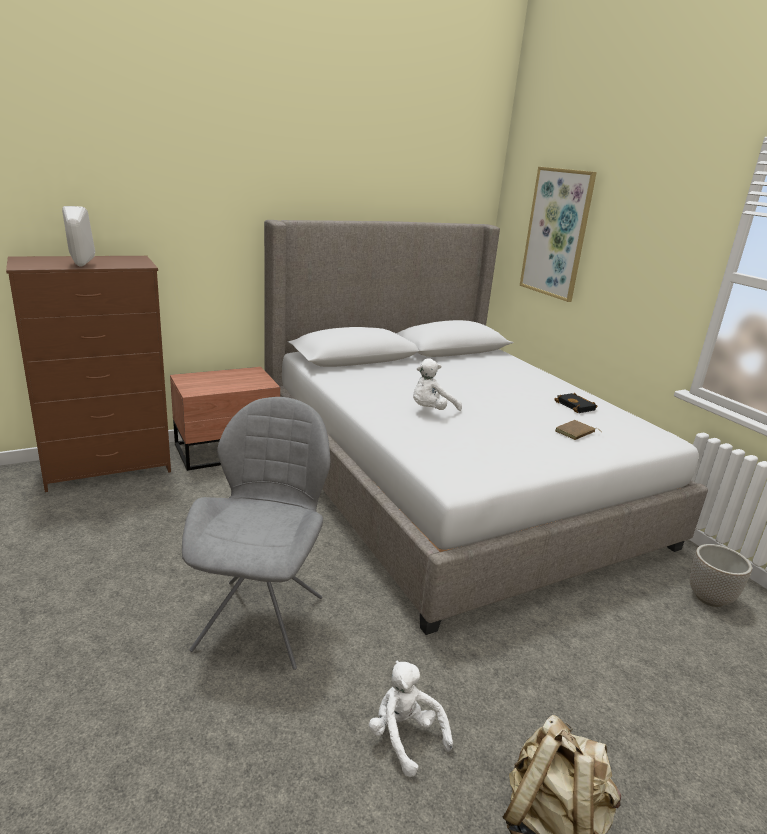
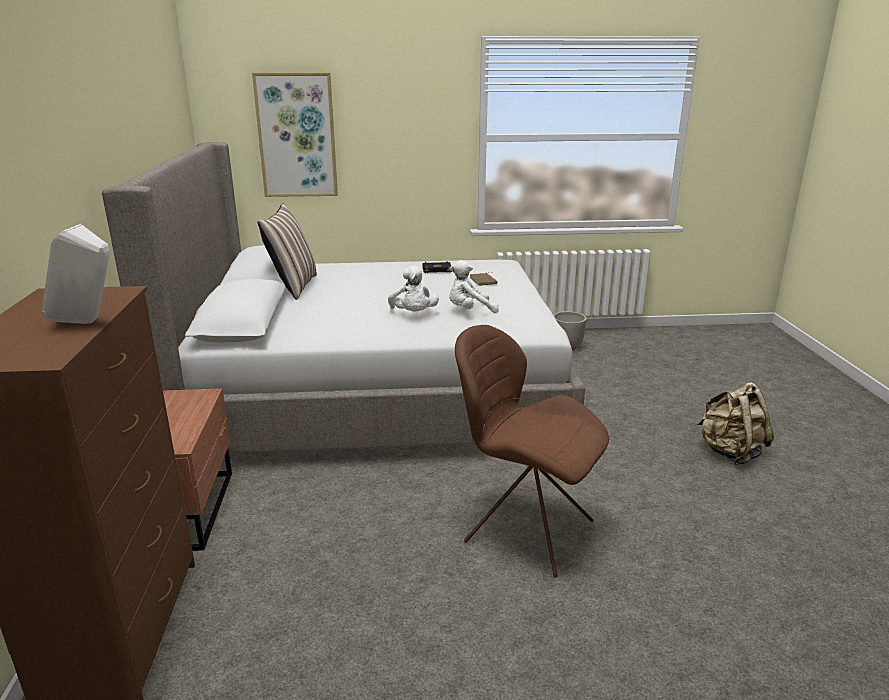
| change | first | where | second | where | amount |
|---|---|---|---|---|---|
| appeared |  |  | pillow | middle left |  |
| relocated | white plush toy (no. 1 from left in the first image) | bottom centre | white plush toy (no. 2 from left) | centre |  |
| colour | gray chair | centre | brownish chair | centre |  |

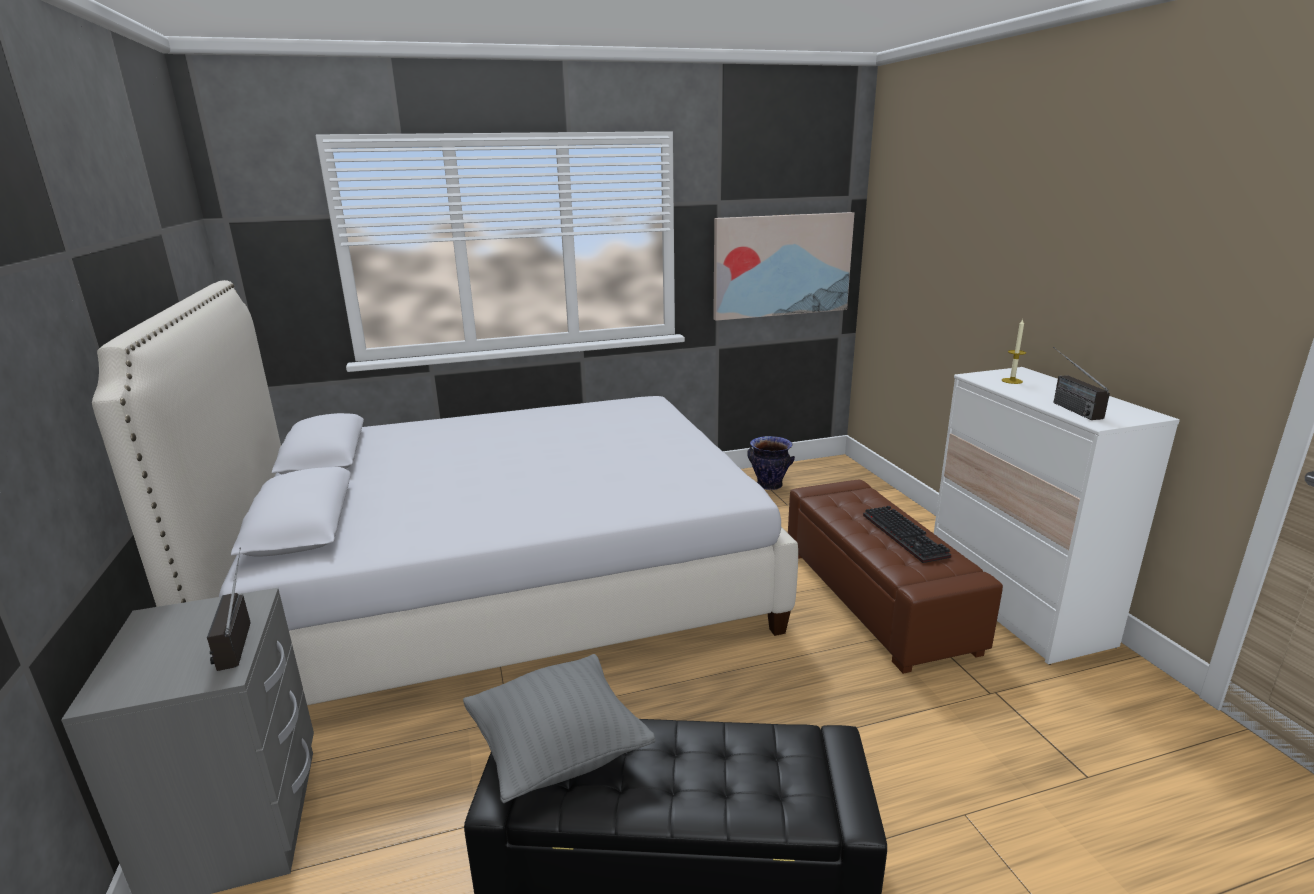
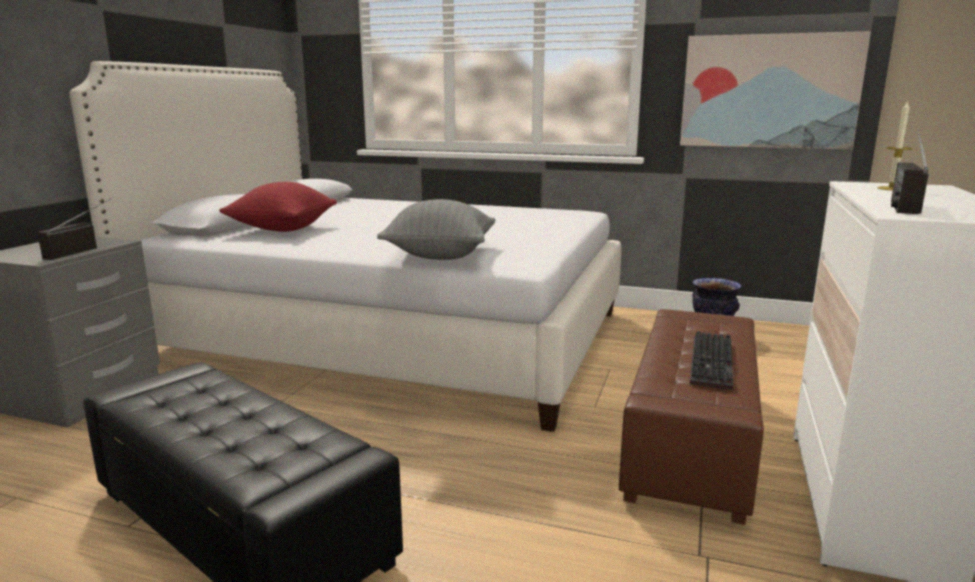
| change | first | where | second | where | amount |
|---|---|---|---|---|---|
| appeared |  |  | red-coloured pillow | middle left |  |
| relocated | gray pillow | bottom centre |  | centre |  |

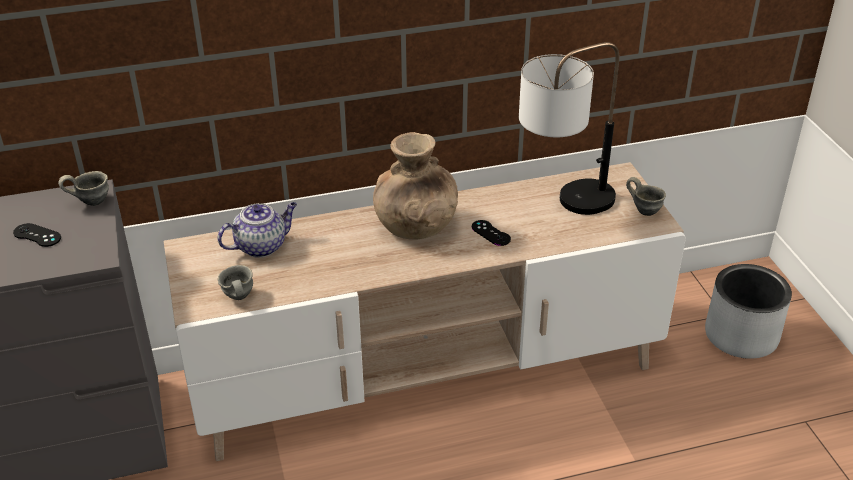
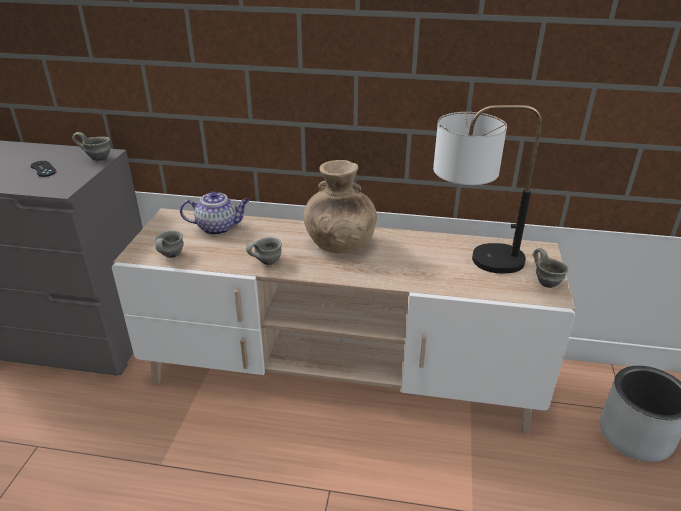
| change | first | where | second | where | amount |
|---|---|---|---|---|---|
| appeared |  |  | gray tea mug (no. 3 from left) | centre |  |
| missing | black joypad (no. 2 from left) | centre |  |  |  |

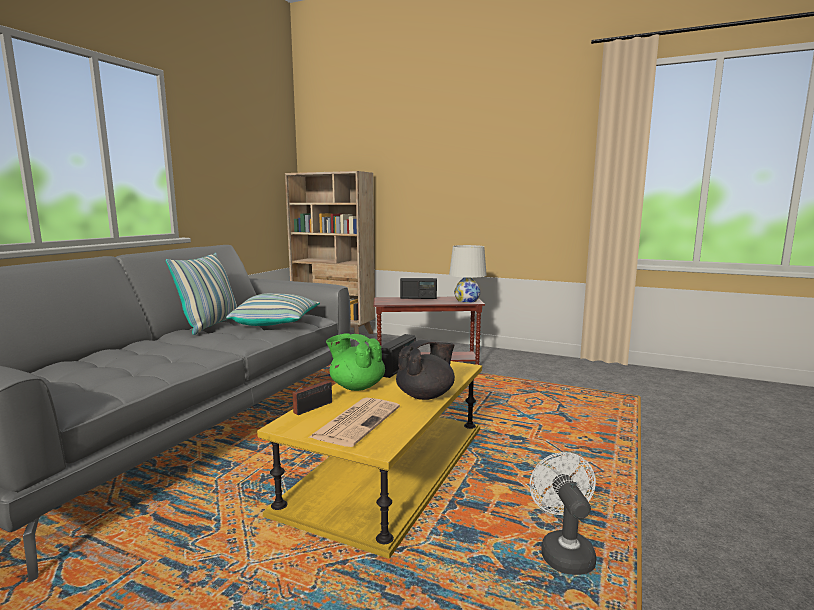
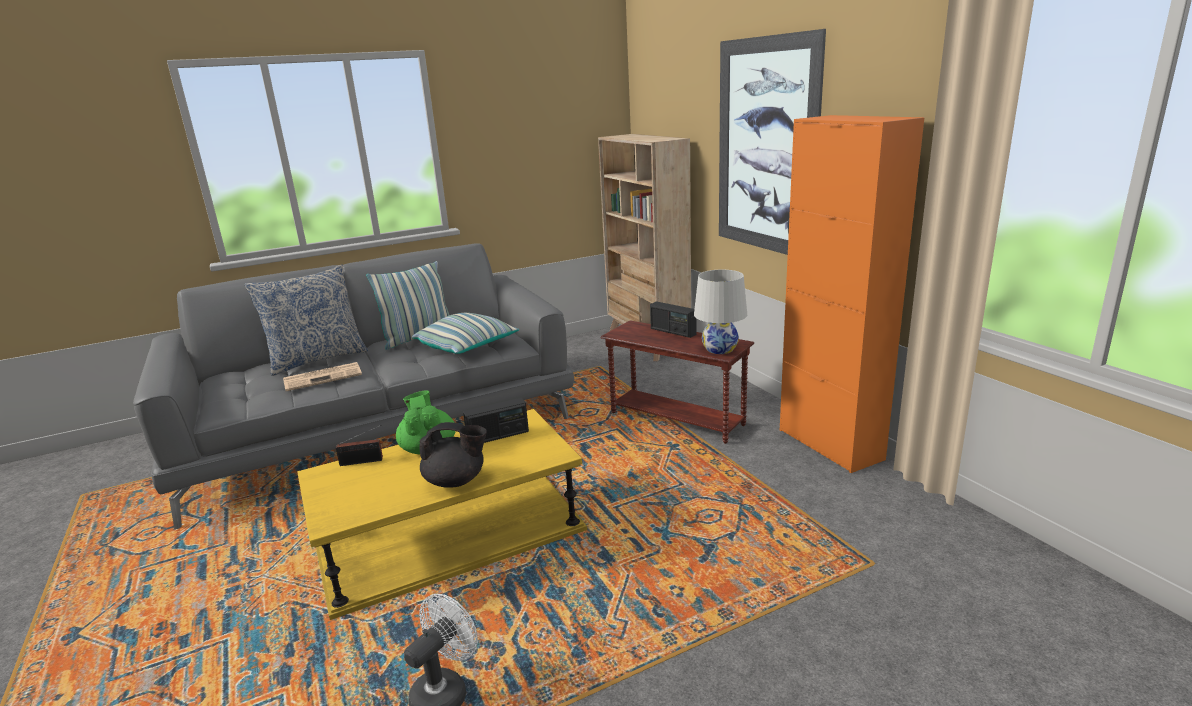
| change | first | where | second | where | amount |
|---|---|---|---|---|---|
| appeared |  |  | pillow (no. 1 from left) | middle left |  |
| relocated | daily paper | bottom centre |  | middle left |  |
| appeared |  |  | wall picture | top centre |  |
| appeared |  |  | orange cupboard | middle right |  |

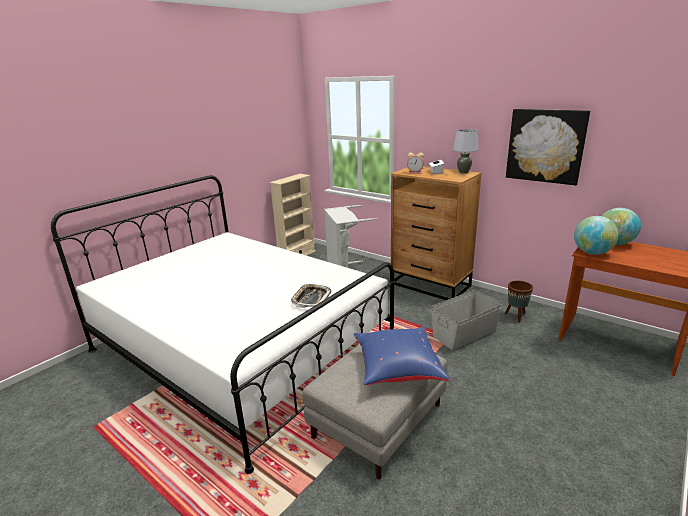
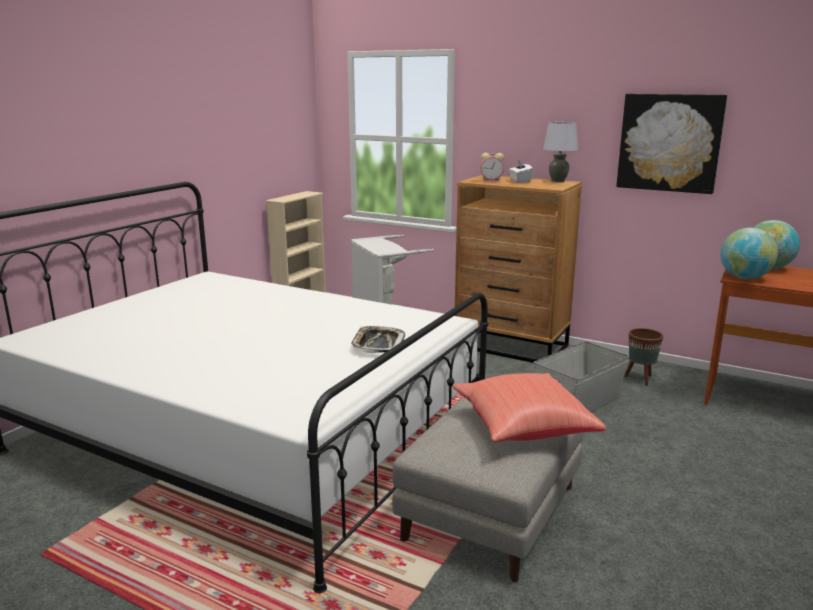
| change | first | where | second | where | amount |
|---|---|---|---|---|---|
| colour | blue-coloured pillow | bottom centre | red-coloured pillow | bottom centre |  |

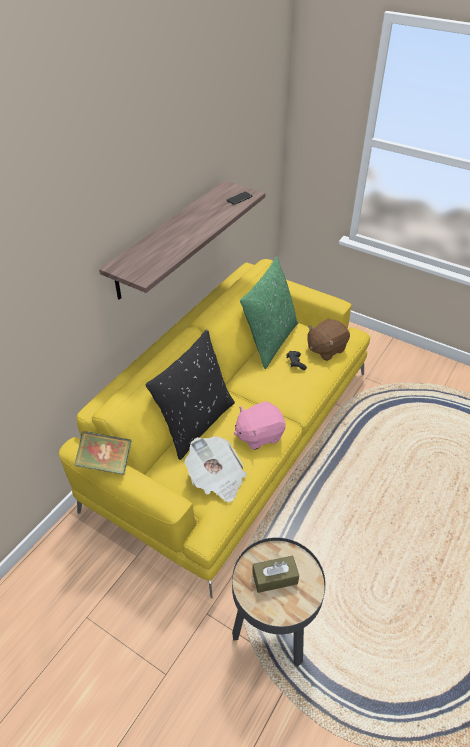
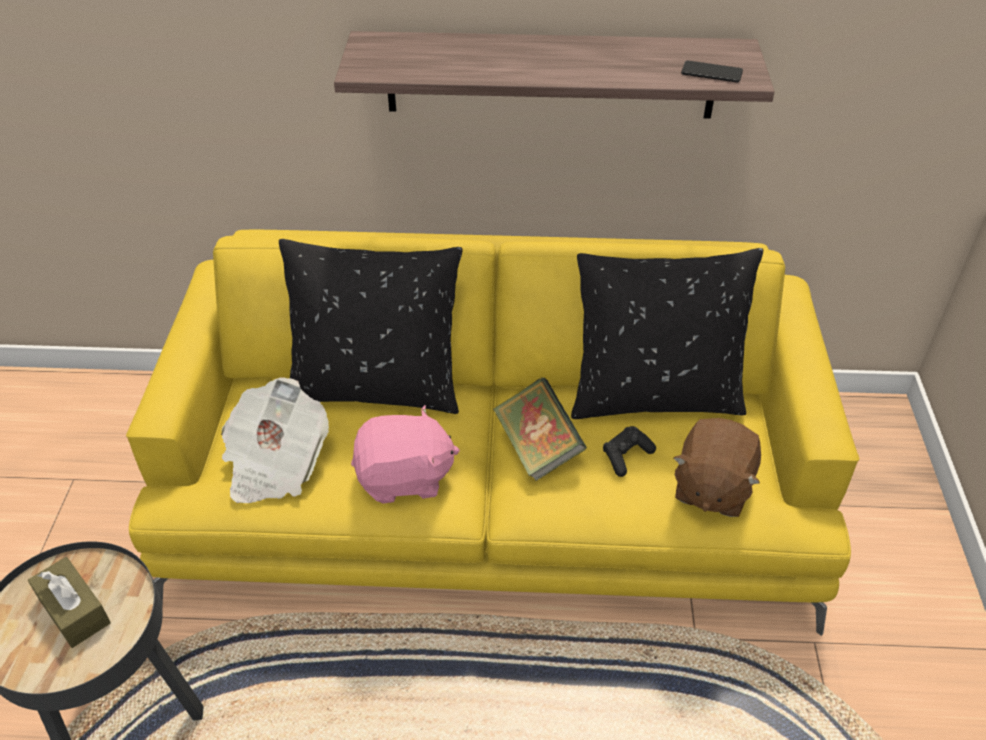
| change | first | where | second | where | amount |
|---|---|---|---|---|---|
| spun | pink-coloured plush toy | centre |  | centre | 135 degrees clockwise |
| relocated | bound book | middle left |  | centre |  |
| colour | green-coloured pillow | centre | black pillow (no. 2 from left) | middle right |  |
| spun | brownish plush toy | middle right |  | middle right | 90 degrees counterclockwise |

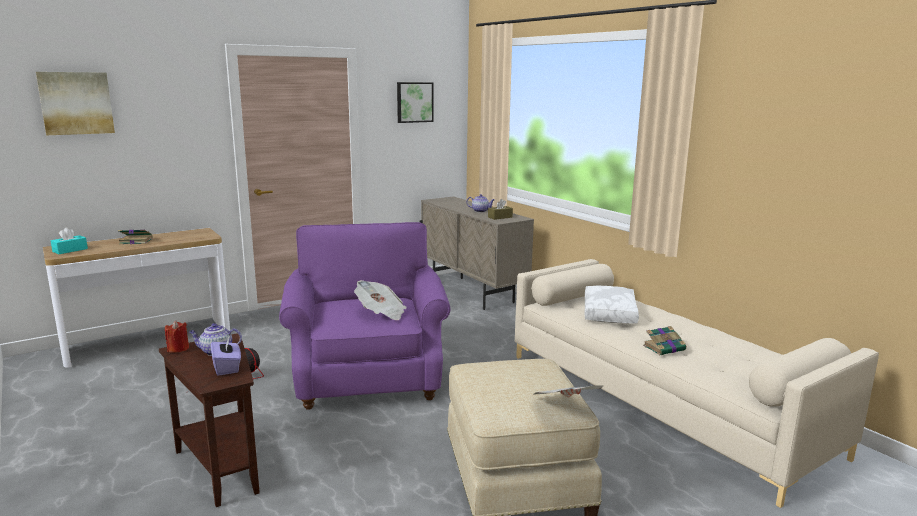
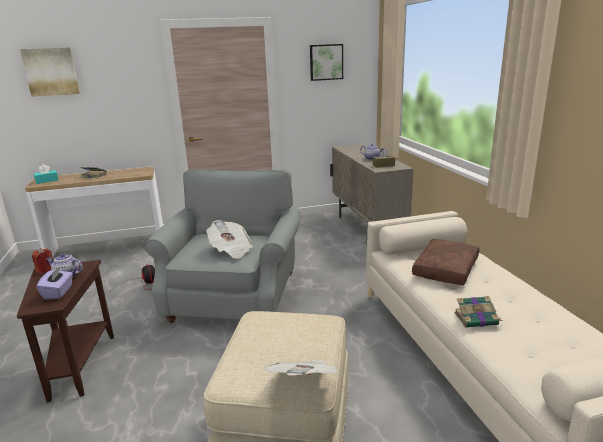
| change | first | where | second | where | amount |
|---|---|---|---|---|---|
| colour | purple-coloured easy chair | centre | gray easy chair | centre |  |
| colour | white pillow | centre | brownish pillow | middle right |  |

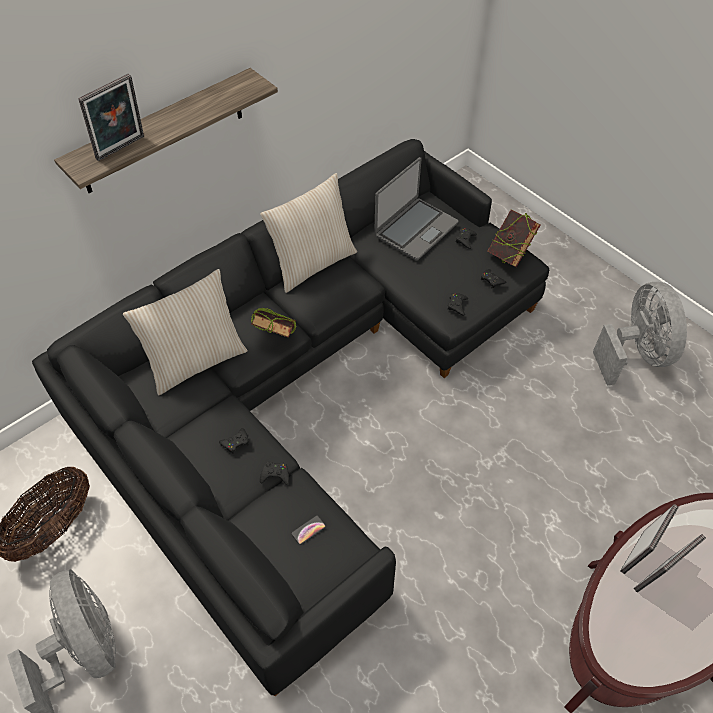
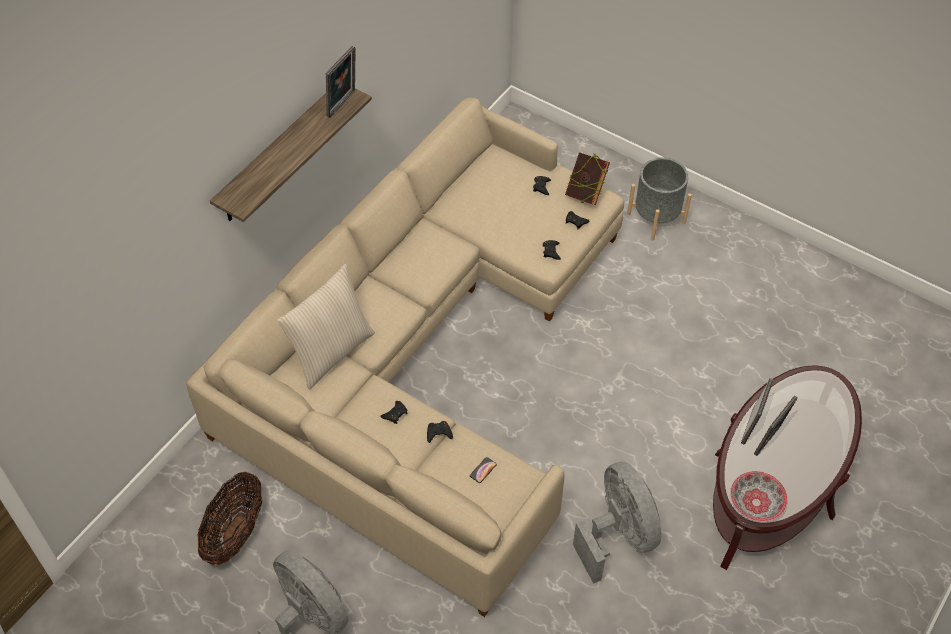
| change | first | where | second | where | amount |
|---|---|---|---|---|---|
| colour | black sofa | centre | sand-coloured sofa | centre |  |
| relocated | standing frame (no. 1 from left) | top left |  | top centre |  |
| relocated | gray cooling fan (no. 2 from left) | middle right |  | bottom centre |  |
| appeared |  |  | gray plant pot | top right |  |
| appeared |  |  | deep dish | bottom right |  |
| missing | bound book (no. 1 from left) | centre |  |  |  |
| missing | sand-coloured pillow (no. 2 from left) | top centre |  |  |  |
| missing | notebook computer | top centre |  |  |  |

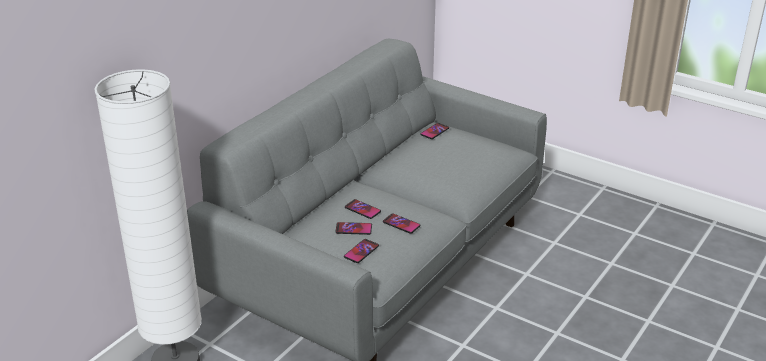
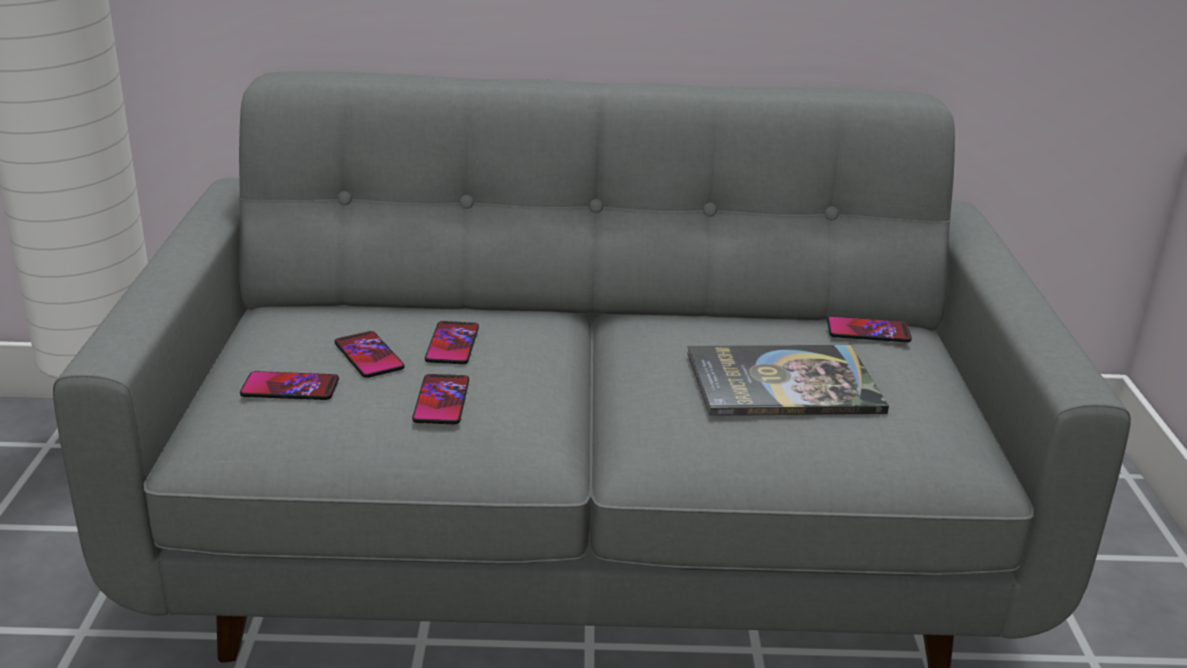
| change | first | where | second | where | amount |
|---|---|---|---|---|---|
| appeared |  |  | bound book | centre |  |

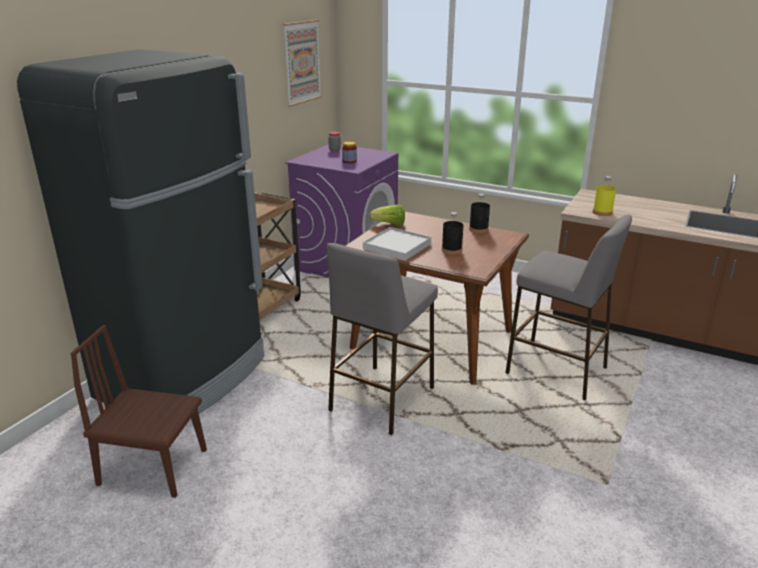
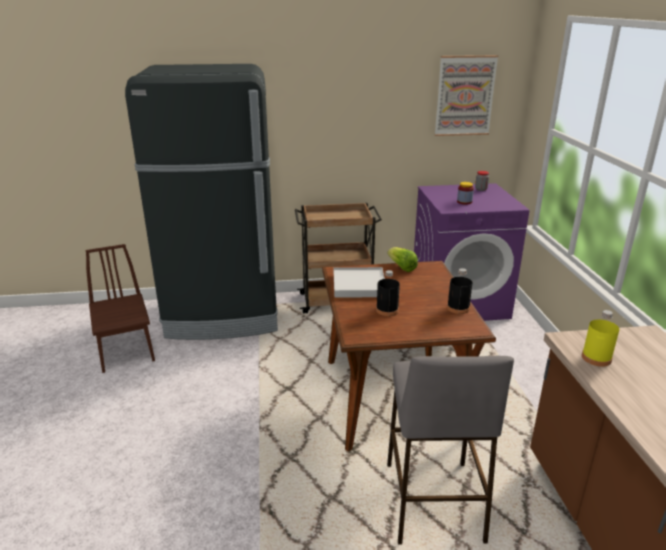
| change | first | where | second | where | amount |
|---|---|---|---|---|---|
| missing | gray sitting stool (no. 1 from left) | centre |  |  |  |

